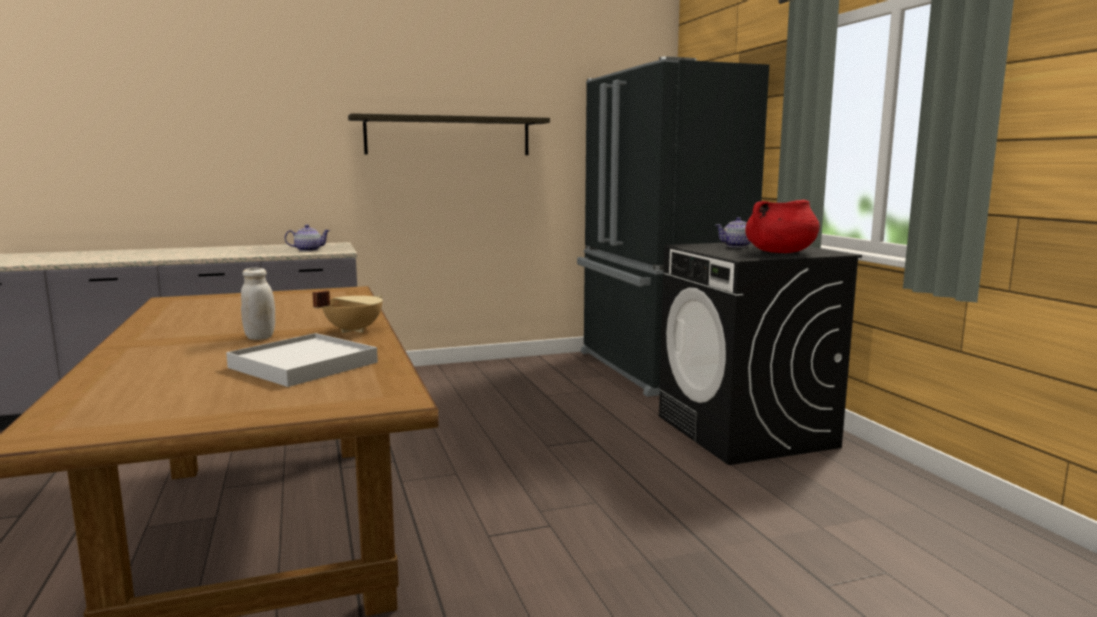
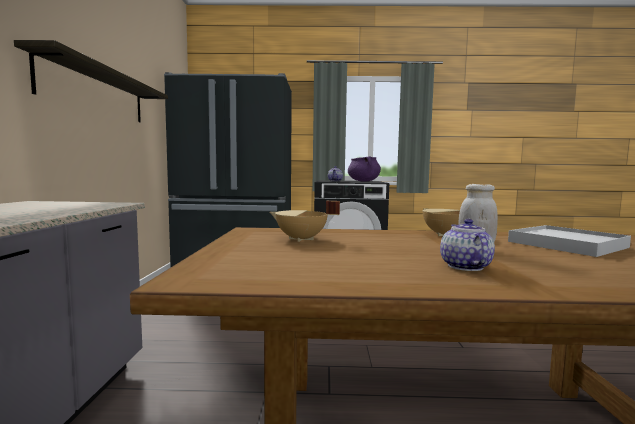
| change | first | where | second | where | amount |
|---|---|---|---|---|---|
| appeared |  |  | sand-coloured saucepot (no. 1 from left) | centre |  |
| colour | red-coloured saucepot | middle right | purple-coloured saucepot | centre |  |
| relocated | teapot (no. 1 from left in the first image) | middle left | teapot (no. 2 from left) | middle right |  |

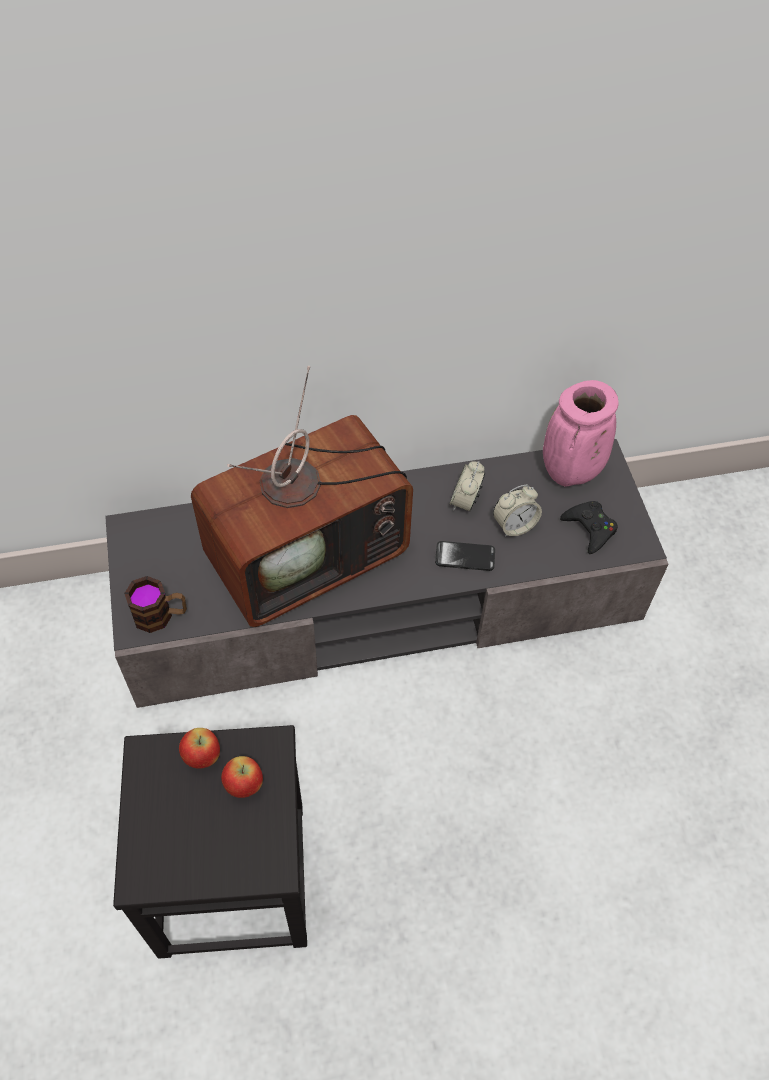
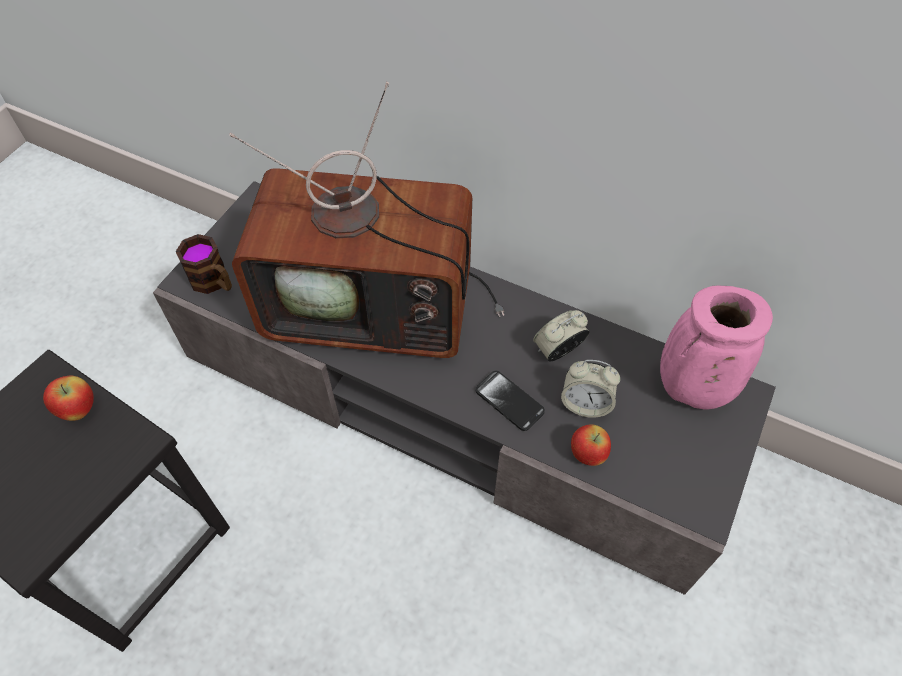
| change | first | where | second | where | amount |
|---|---|---|---|---|---|
| relocated | apple (no. 2 from left) | bottom left |  | centre |  |
| missing | black joypad | middle right |  |  |  |

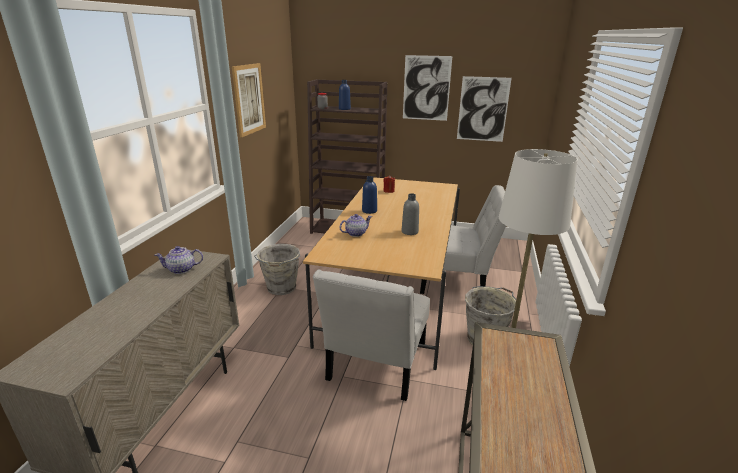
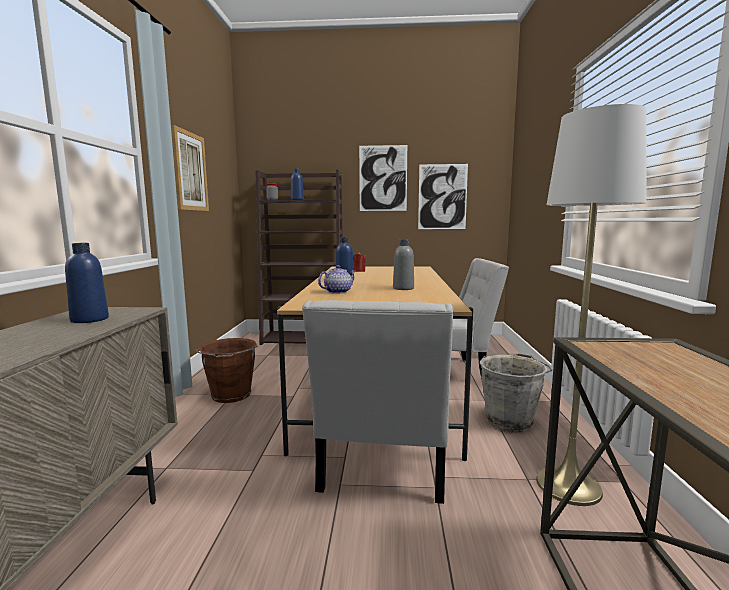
| change | first | where | second | where | amount |
|---|---|---|---|---|---|
| exchanged | teapot (no. 1 from left) | middle left | blue-coloured beverage bottle (no. 1 from left) | middle left |  |
| colour | gray water bucket (no. 1 from left) | centre | brownish water bucket | middle left |  |

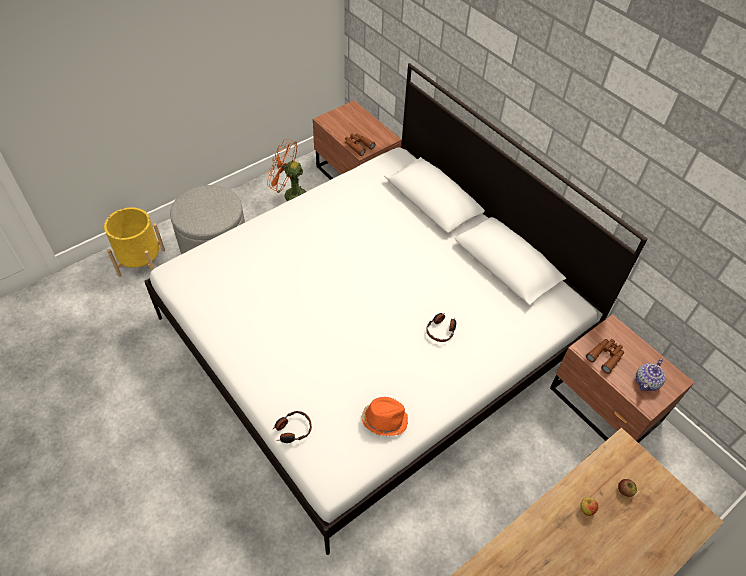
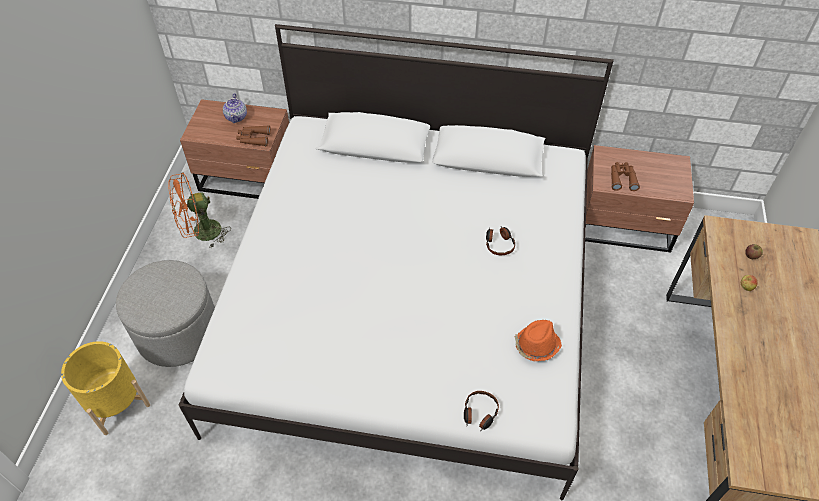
| change | first | where | second | where | amount |
|---|---|---|---|---|---|
| relocated | teapot | middle right |  | top left |  |

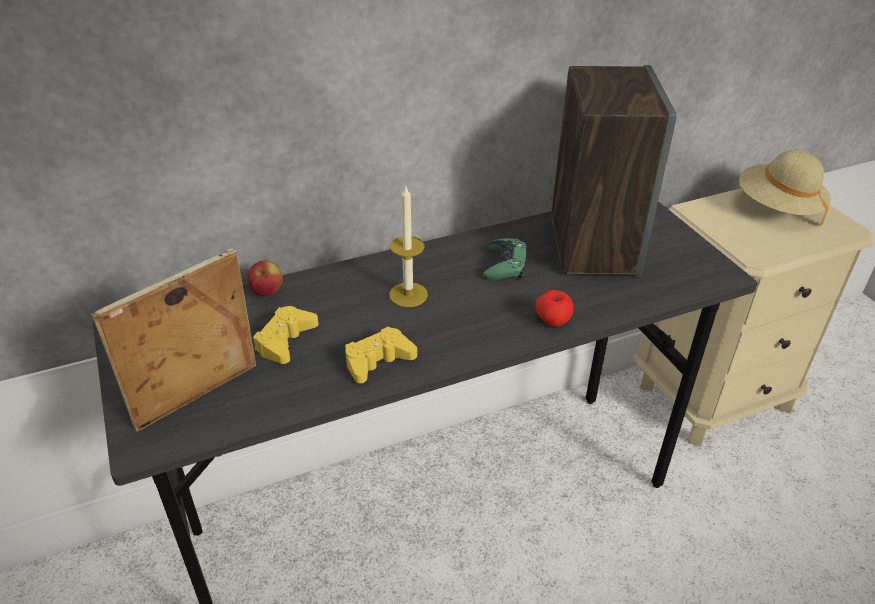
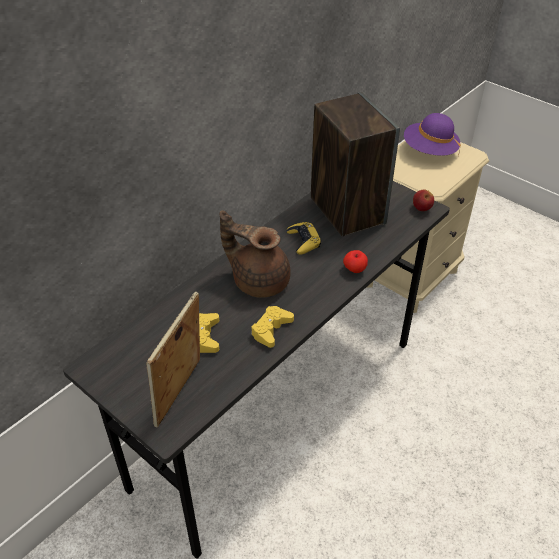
| change | first | where | second | where | amount |
|---|---|---|---|---|---|
| exchanged | wax light | centre | brownish teapot | centre |  |
| colour | green-coloured joypad | centre | yellow joypad (no. 3 from left) | centre |  |
| colour | sand-coloured wearable hat | top right | purple-coloured wearable hat | top right |  |
| relocated | apple (no. 1 from left in the first image) | middle left | apple (no. 2 from left) | middle right |  |

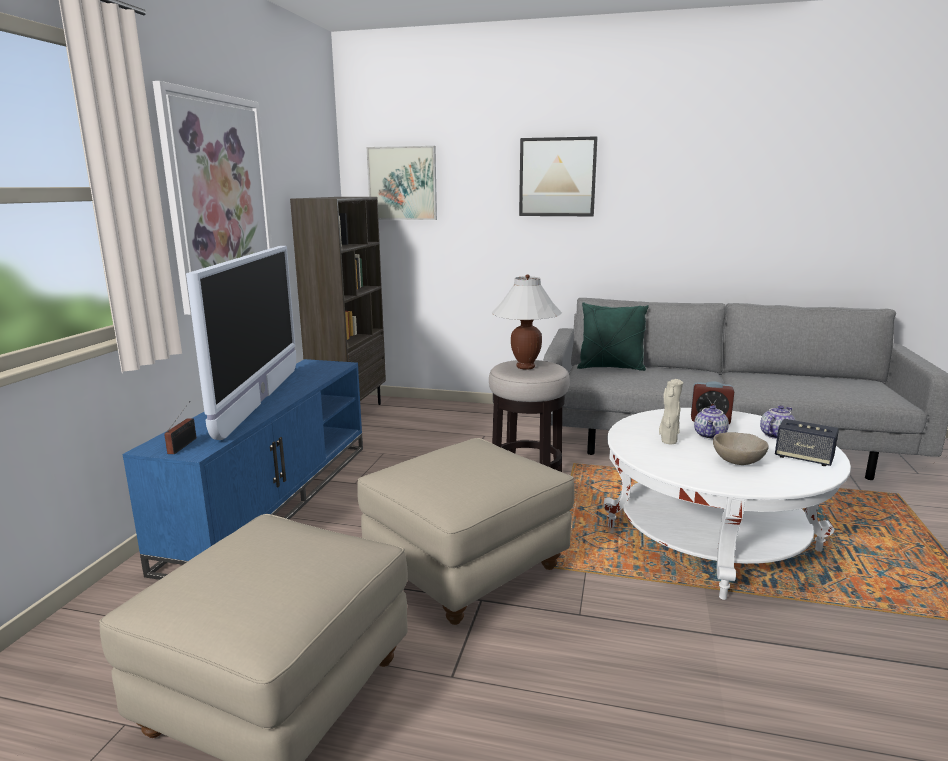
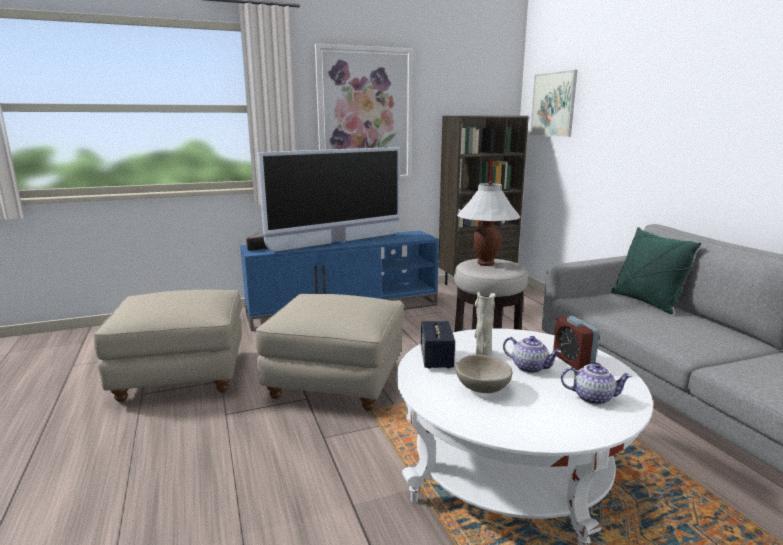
| change | first | where | second | where | amount |
|---|---|---|---|---|---|
| relocated | audio speaker | middle right |  | centre |  |
| spun | teapot (no. 1 from left) | middle right |  | middle right | 135 degrees counterclockwise |
| missing | wall picture (no. 3 from left) | top centre |  |  |  |

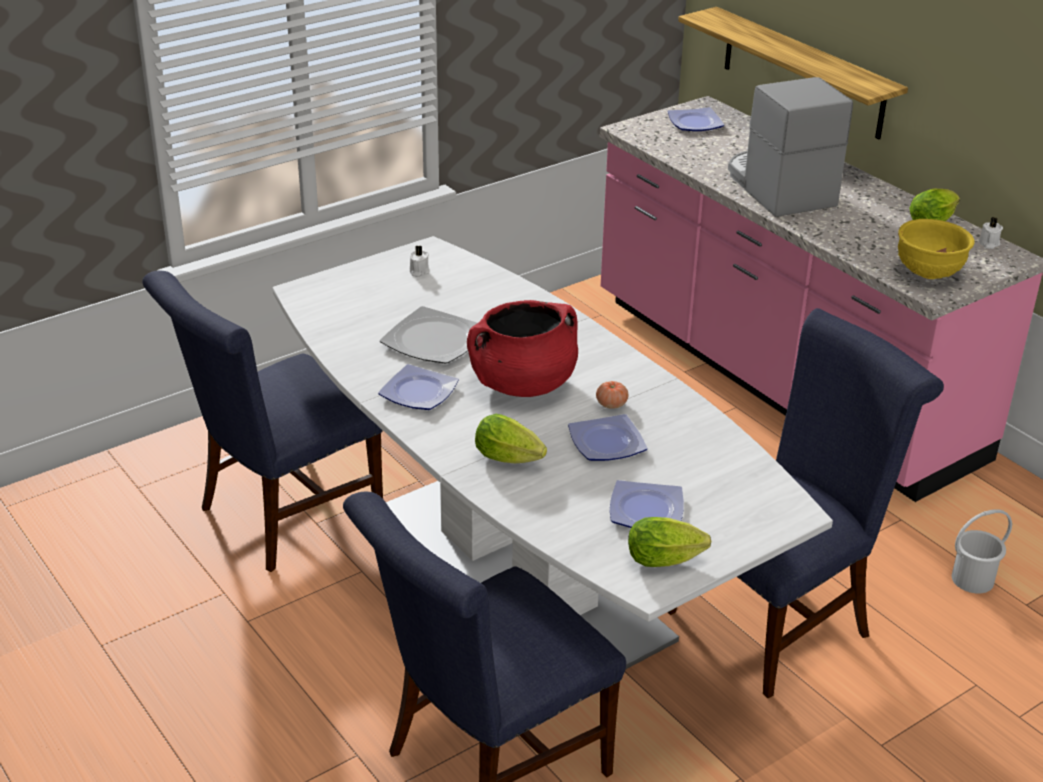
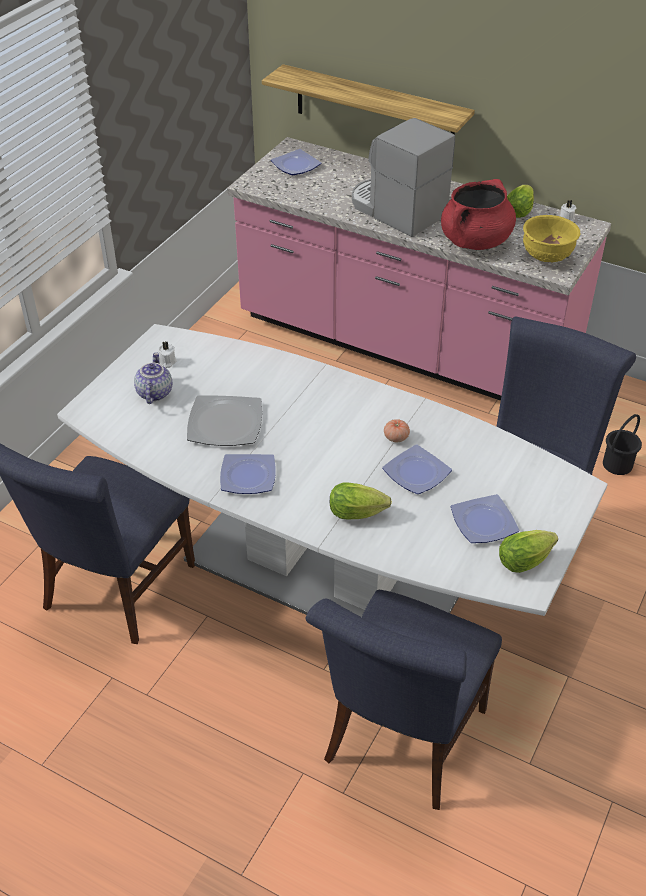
| change | first | where | second | where | amount |
|---|---|---|---|---|---|
| appeared |  |  | teapot | middle left |  |
| relocated | red-coloured saucepot | centre |  | top right |  |
| colour | white water bucket | bottom right | black water bucket | middle right |  |

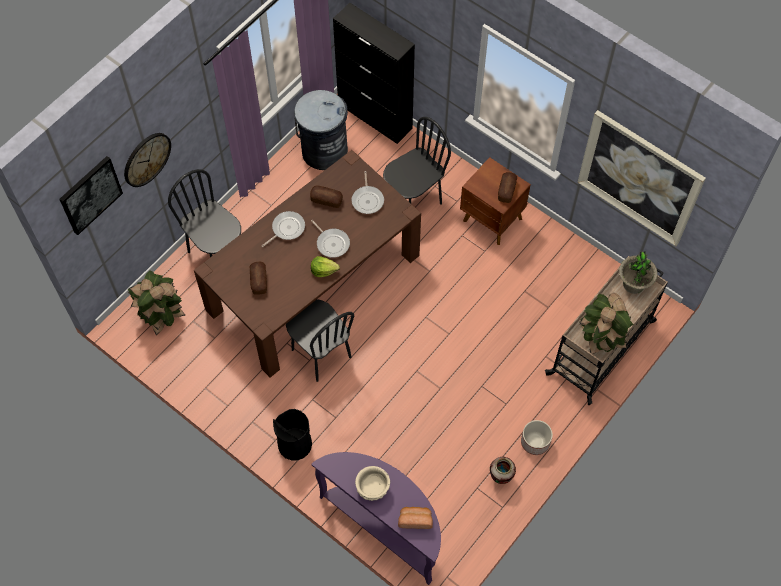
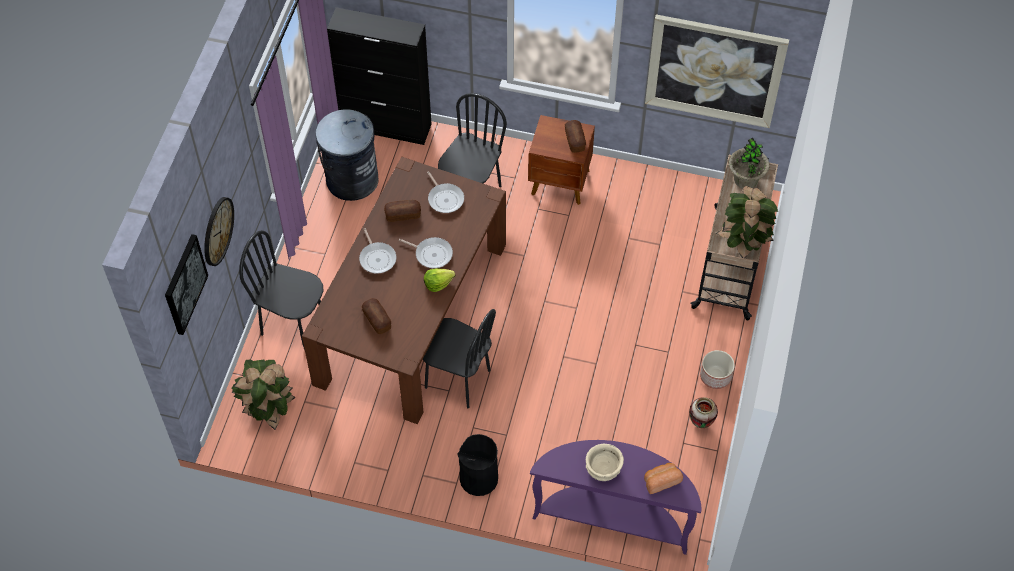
| change | first | where | second | where | amount |
|---|---|---|---|---|---|
| spun | pan (no. 1 from left) | centre |  | centre | 135 degrees clockwise |

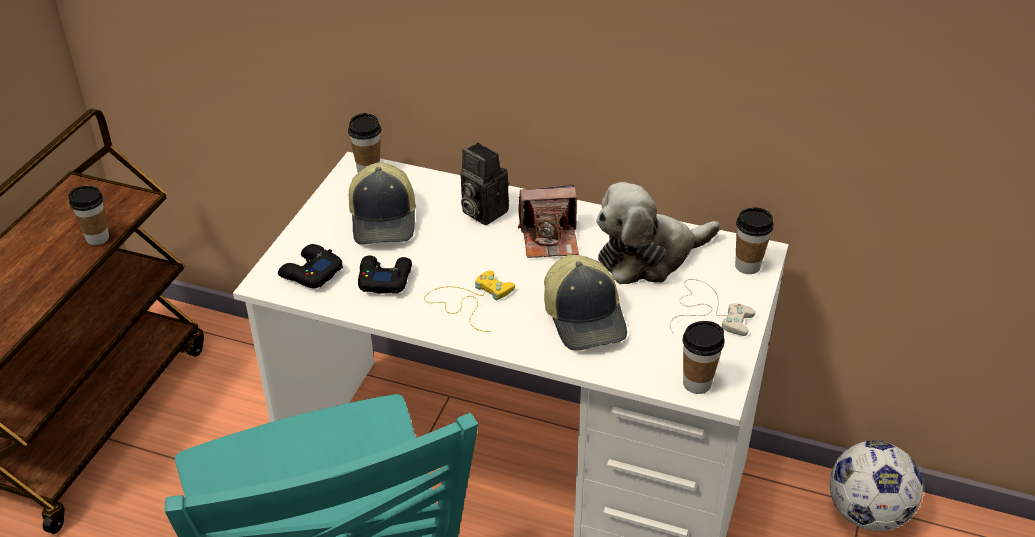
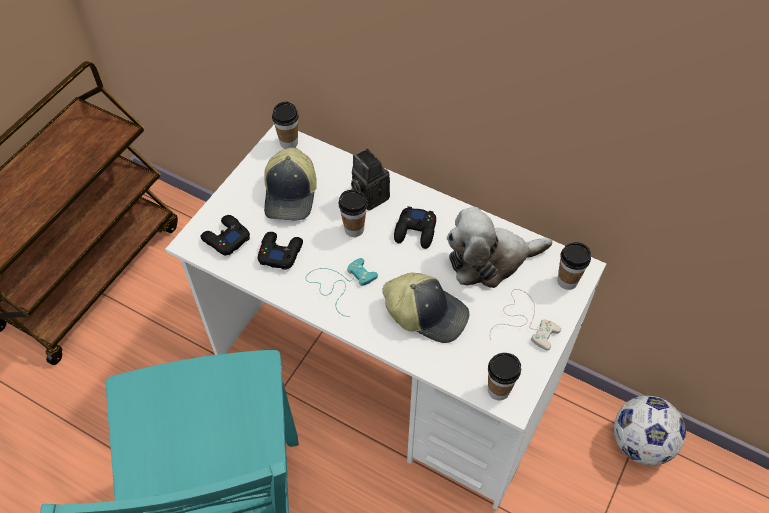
| change | first | where | second | where | amount |
|---|---|---|---|---|---|
| colour | yellow joypad | centre | blue-green joypad | centre |  |
| relocated | drinking cup (no. 1 from left in the first image) | middle left | drinking cup (no. 2 from left) | centre |  |
| spun | peaked cap (no. 2 from left) | centre |  | centre | 60 degrees counterclockwise |
| exchanged | photo camera (no. 2 from left) | centre | black joypad (no. 3 from left) | centre |  |

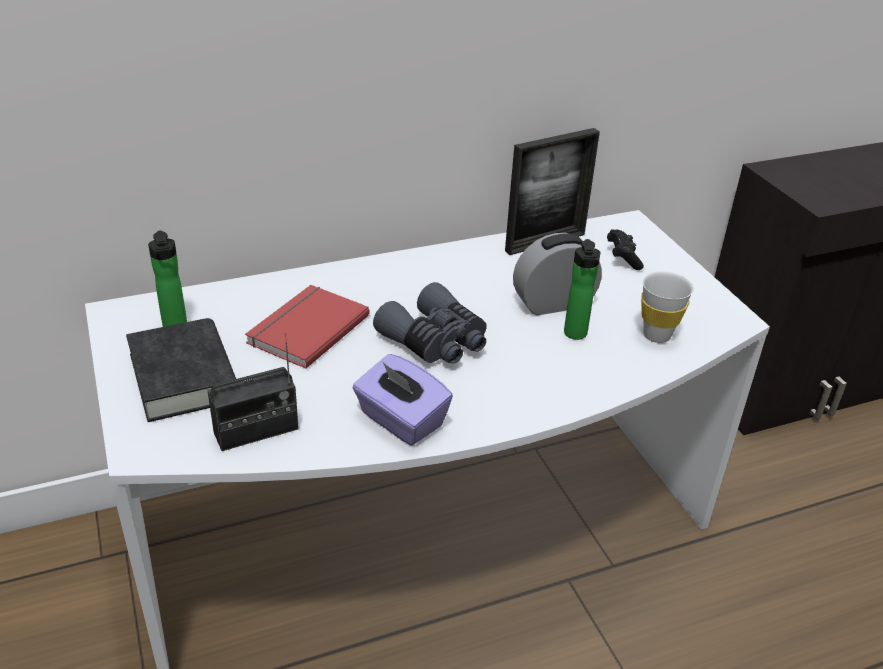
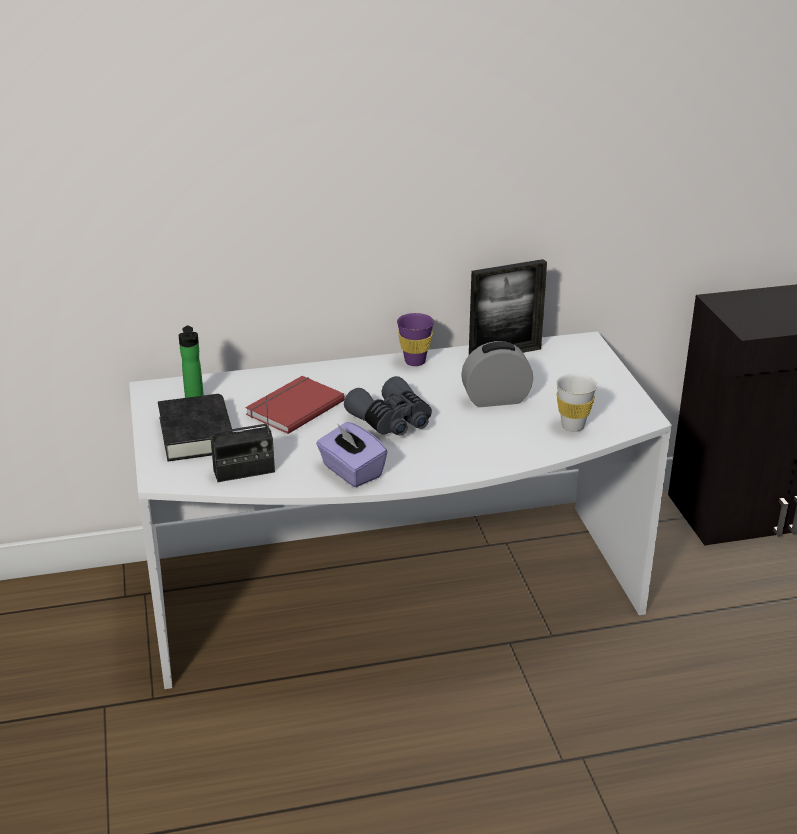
| change | first | where | second | where | amount |
|---|---|---|---|---|---|
| appeared |  |  | purple-coloured drinking cup | centre |  |
| missing | beverage bottle (no. 2 from left) | centre |  |  |  |
| missing | black joypad | middle right |  |  |  |

